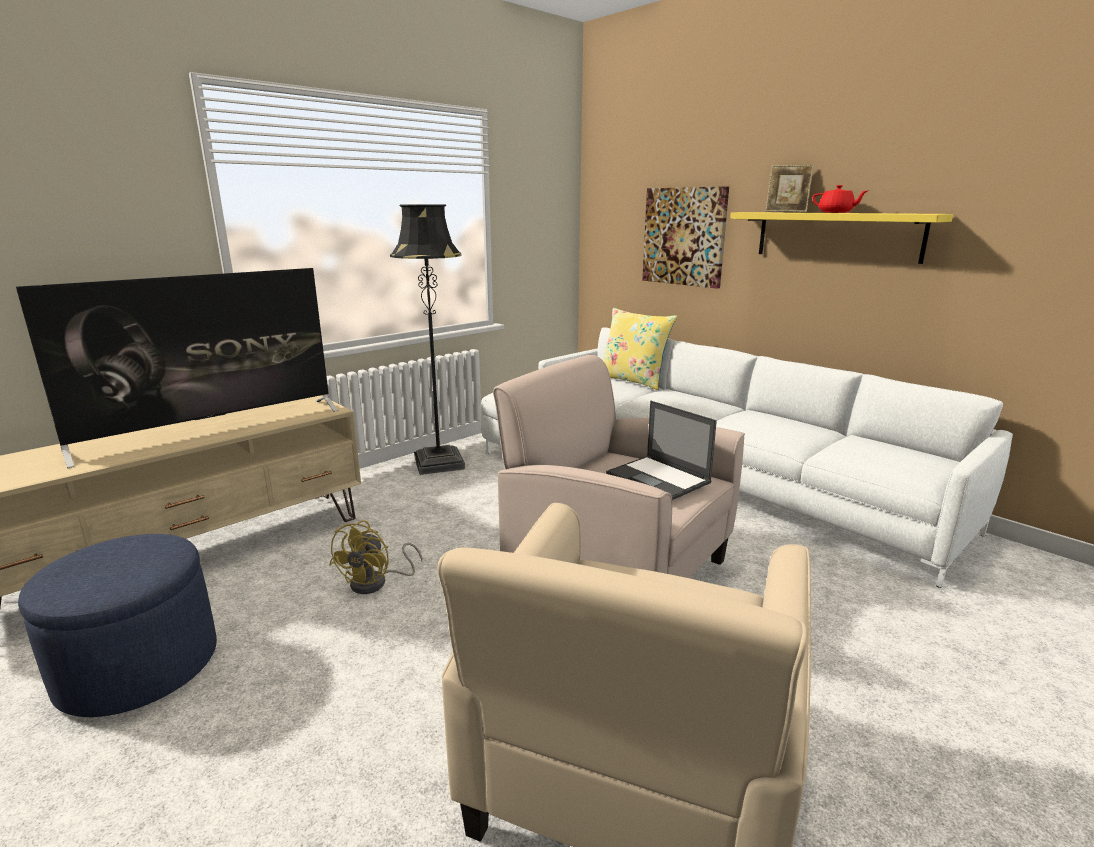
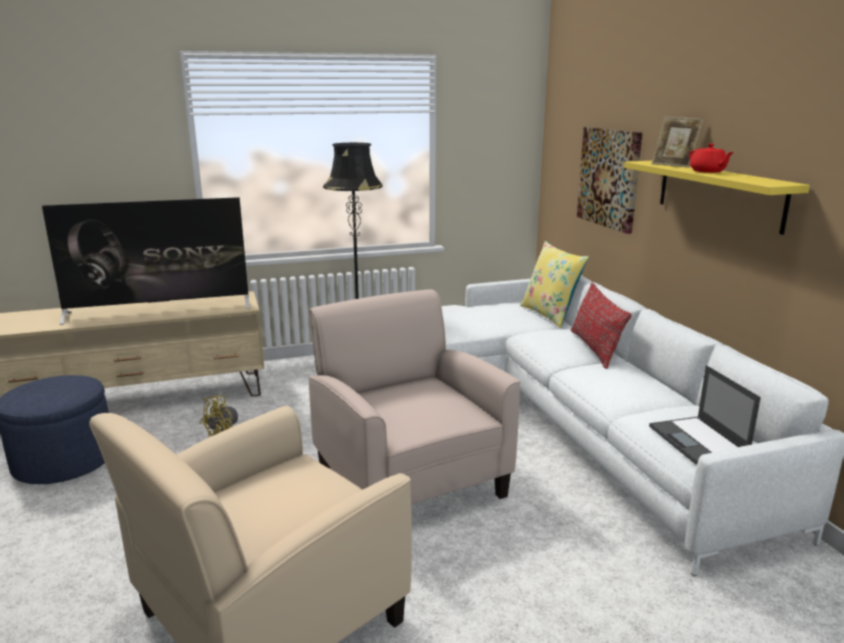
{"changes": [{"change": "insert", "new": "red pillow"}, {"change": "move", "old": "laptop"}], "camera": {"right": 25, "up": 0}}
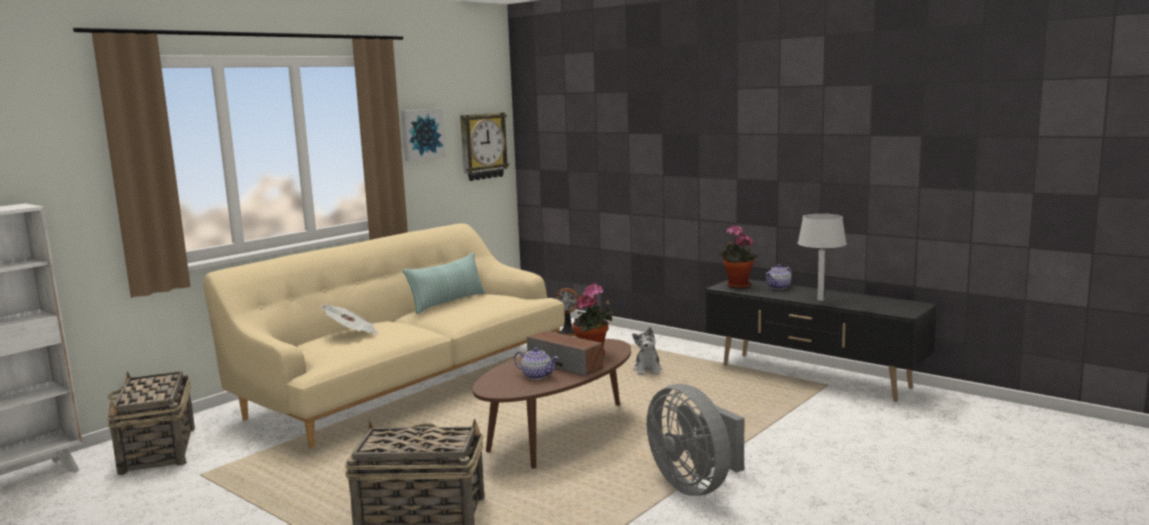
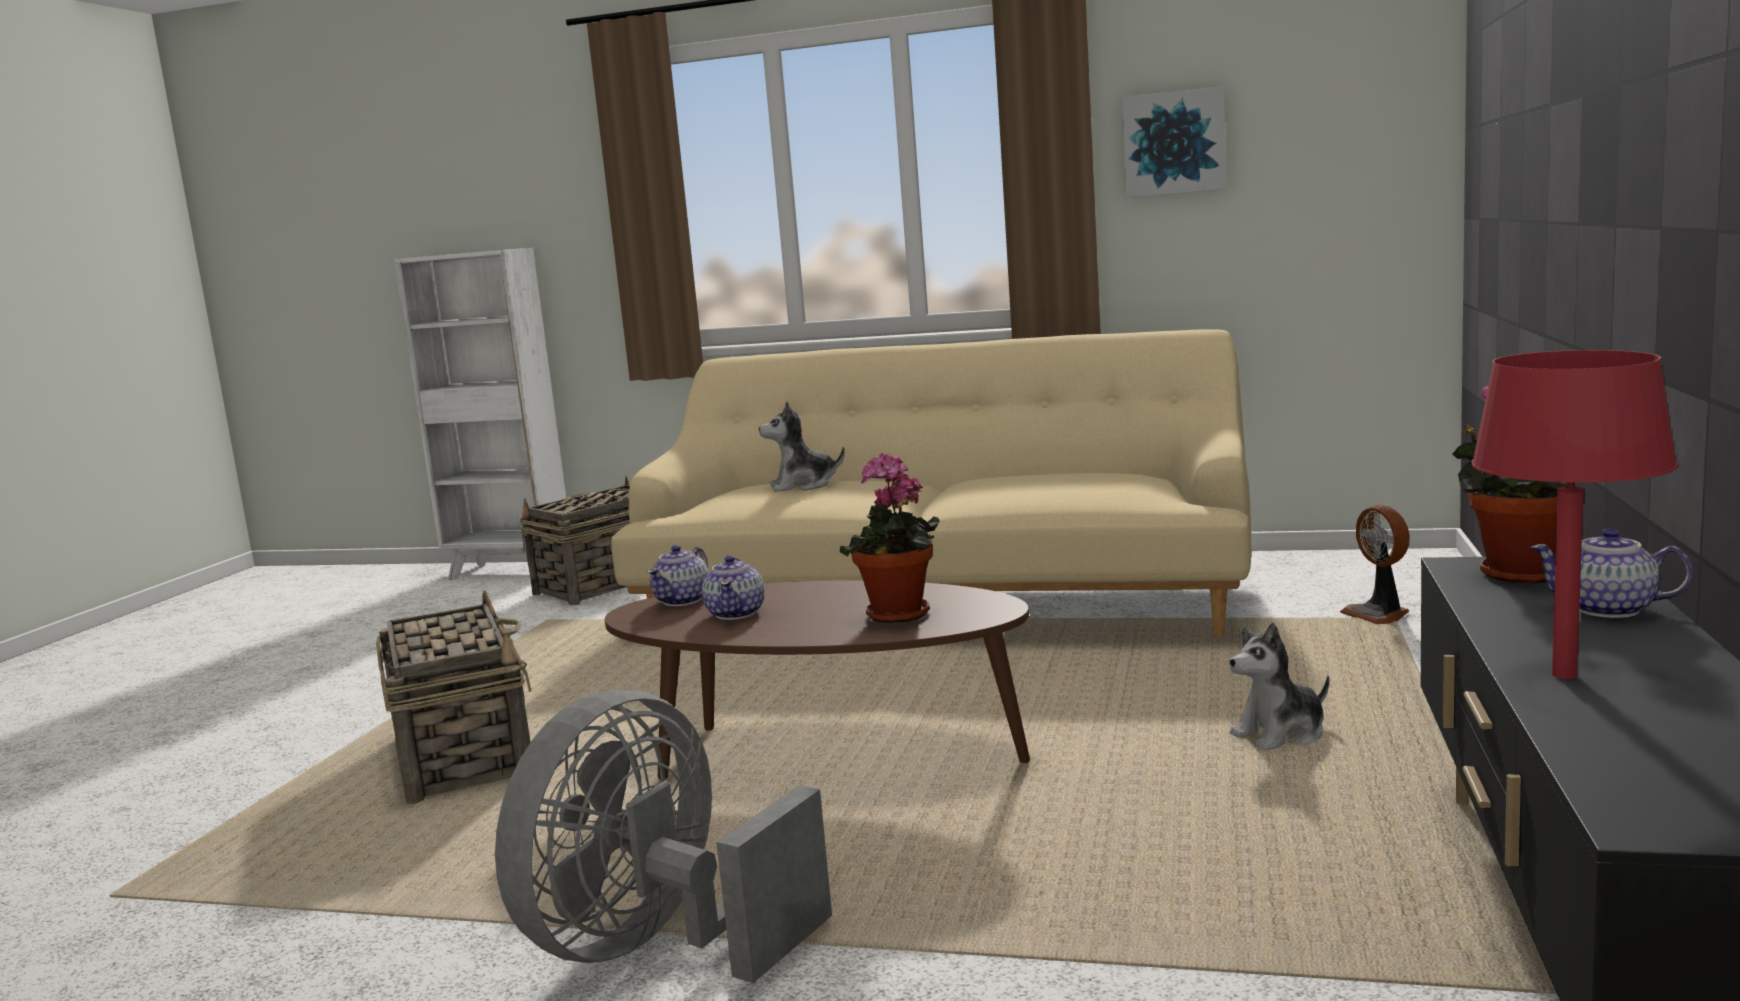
{"changes": [{"change": "insert", "new": "teapot (1st from left)"}, {"change": "replace", "old": "newspaper", "new": "plush toy (1st from left)"}, {"change": "recolor", "old": "grey table lamp", "new": "red table lamp"}, {"change": "delete", "old": "pillow"}, {"change": "delete", "old": "wall clock"}, {"change": "delete", "old": "speaker"}], "camera": {"right": 65, "up": 0}}
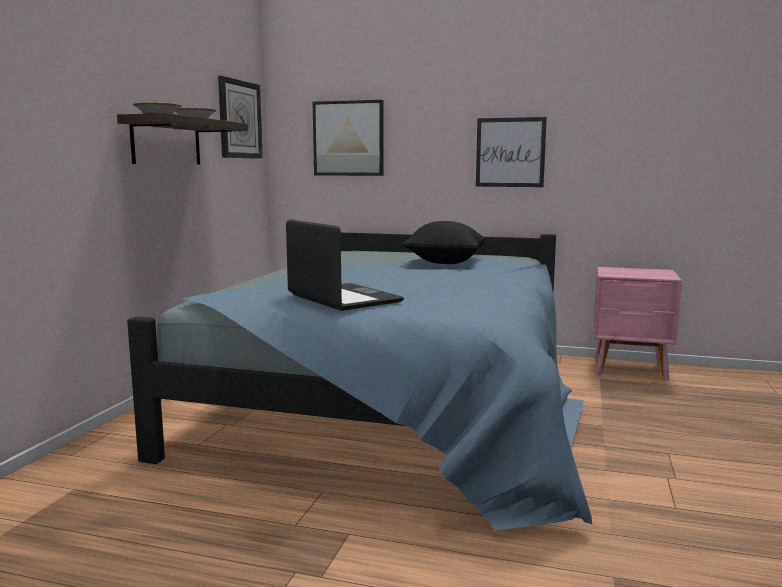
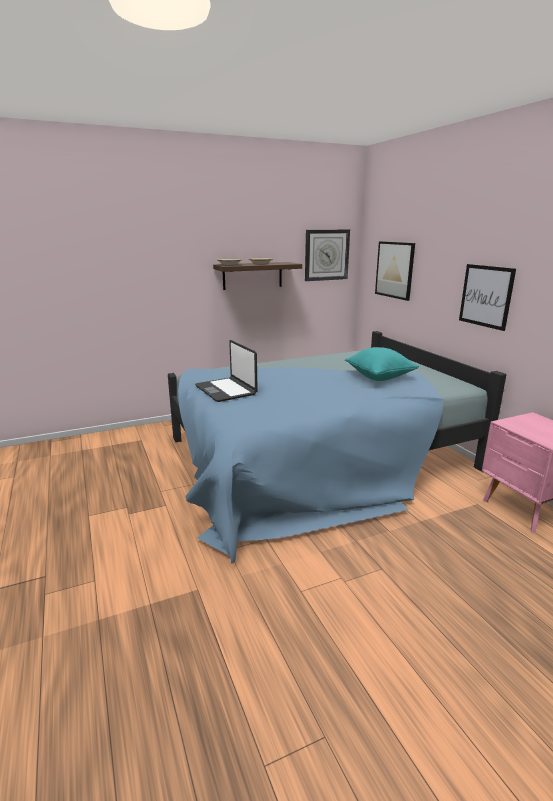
{"changes": [{"change": "rotate", "old": "laptop", "degrees": 135}, {"change": "recolor", "old": "black pillow", "new": "turquoise pillow"}], "camera": {"right": 50, "up": 10}}
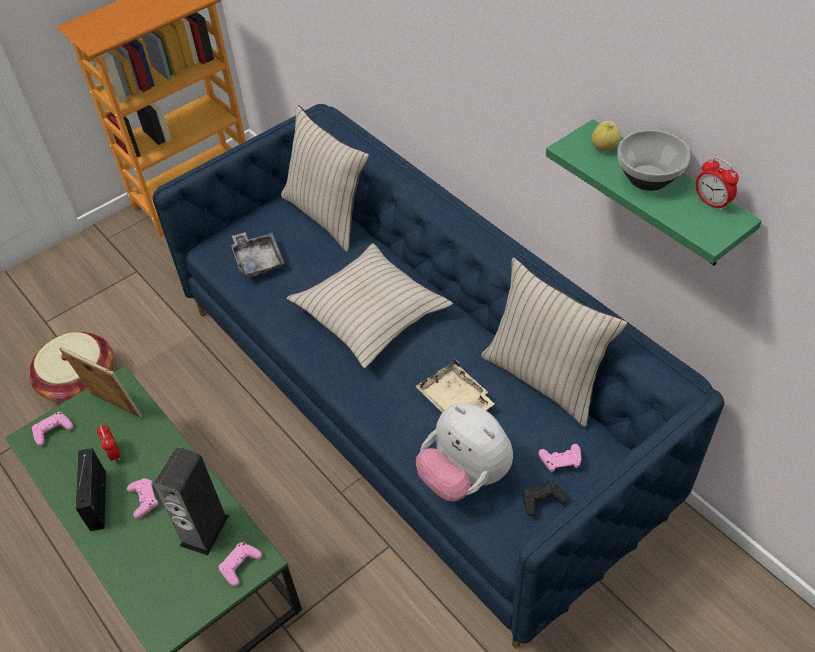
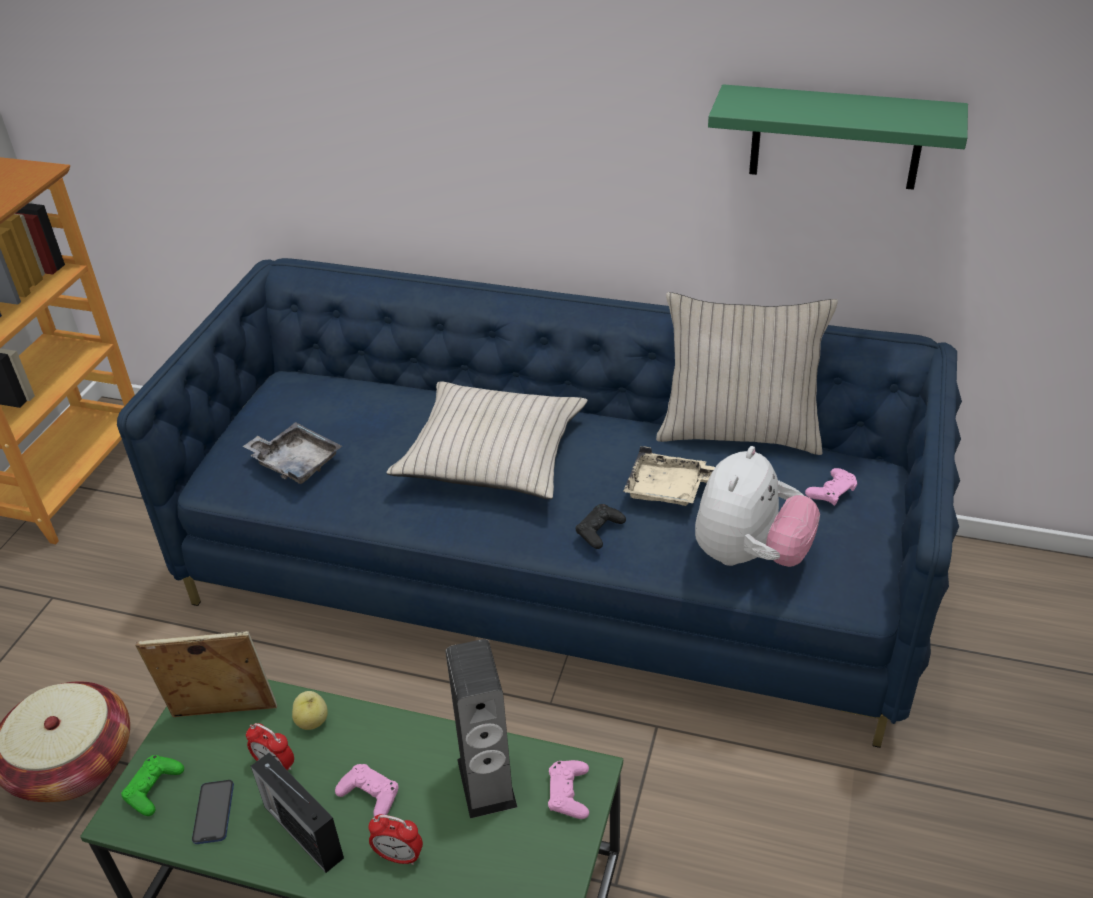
{"changes": [{"change": "recolor", "old": "pink game controller (1st from left)", "new": "green game controller"}, {"change": "insert", "new": "phone"}, {"change": "move", "old": "apple"}, {"change": "move", "old": "alarm clock (2nd from left)"}, {"change": "move", "old": "black game controller"}, {"change": "rotate", "old": "plush toy", "degrees": -75}, {"change": "delete", "old": "beige pillow (1st from left)"}, {"change": "delete", "old": "bowl"}], "camera": {"right": -35, "up": -10}}
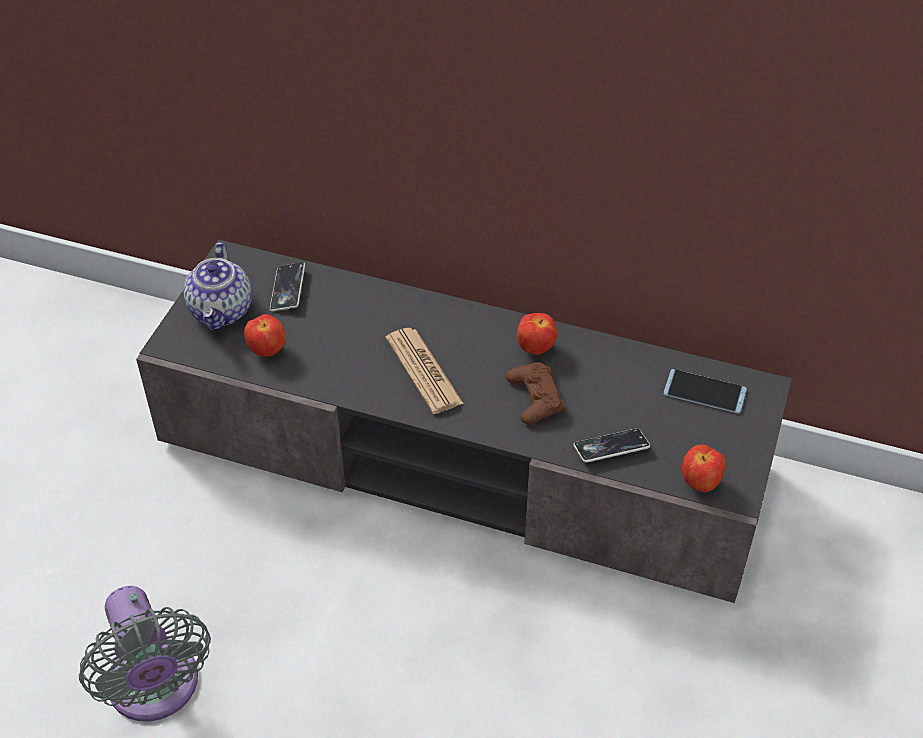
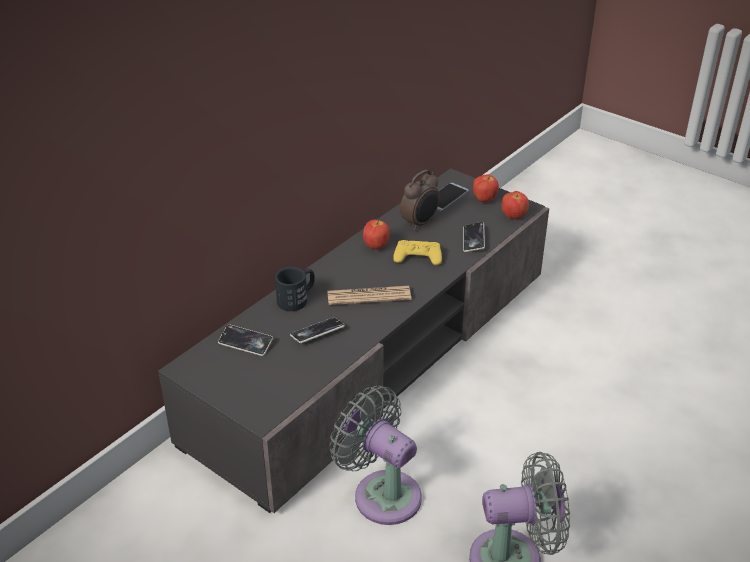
{"changes": [{"change": "insert", "new": "black mug"}, {"change": "insert", "new": "phone (2nd from left)"}, {"change": "insert", "new": "grey fan (1st from left)"}, {"change": "recolor", "old": "brown game controller", "new": "yellow game controller"}, {"change": "insert", "new": "alarm clock"}, {"change": "move", "old": "apple (1st from left in the first image)", "new": "apple (2nd from left)"}, {"change": "delete", "old": "teapot"}], "camera": {"right": -70, "up": -10}}
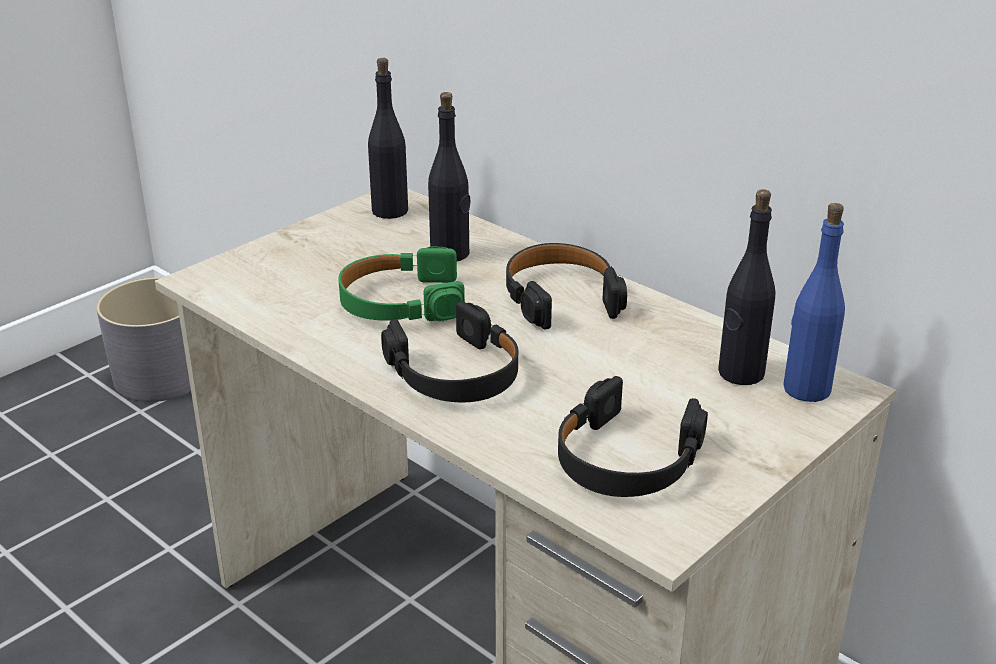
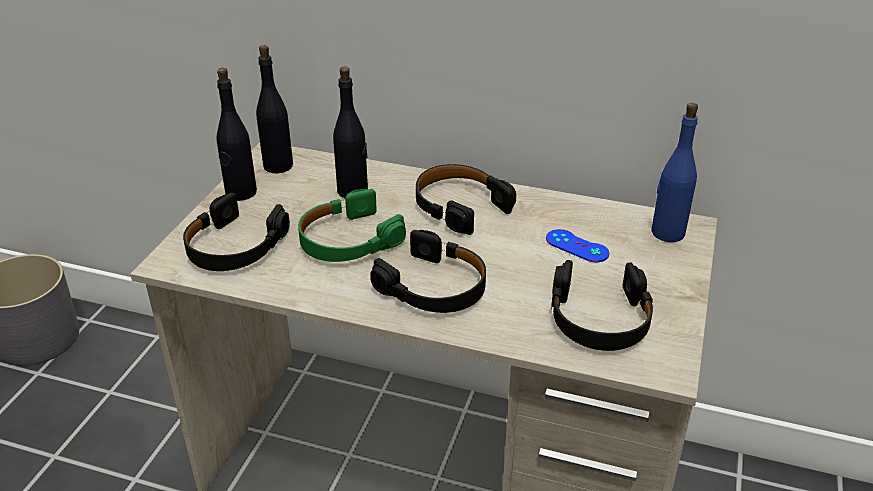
{"changes": [{"change": "insert", "new": "black headphones (1st from left)"}, {"change": "move", "old": "black bottle (3rd from left in the first image)", "new": "black bottle (1st from left)"}, {"change": "insert", "new": "blue game controller"}], "camera": {"right": -25, "up": 5}}
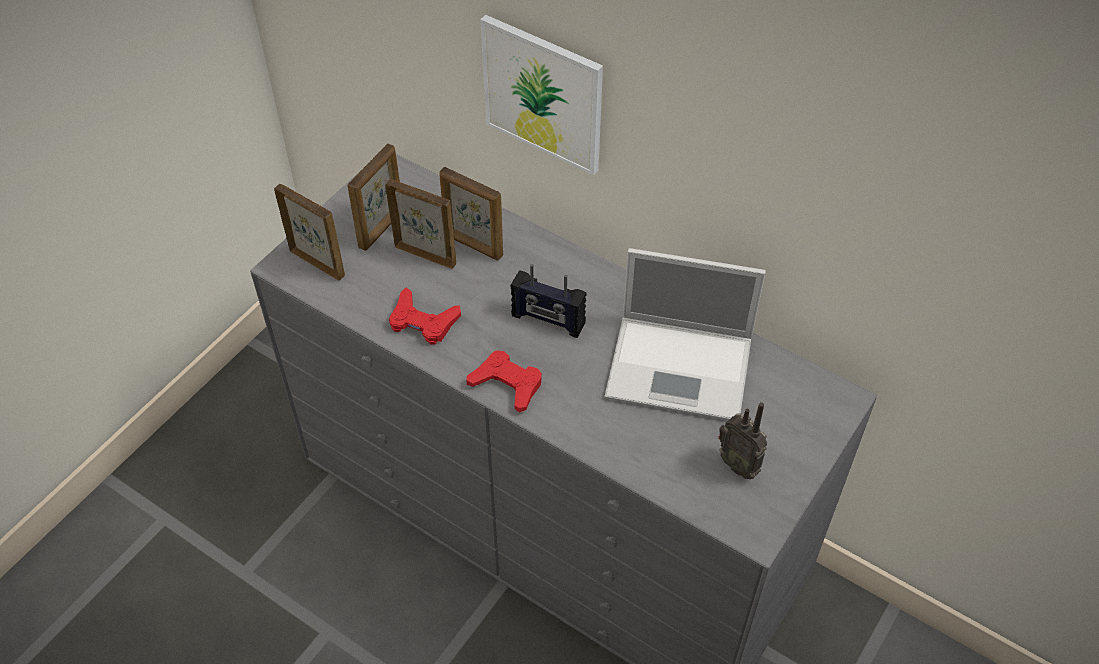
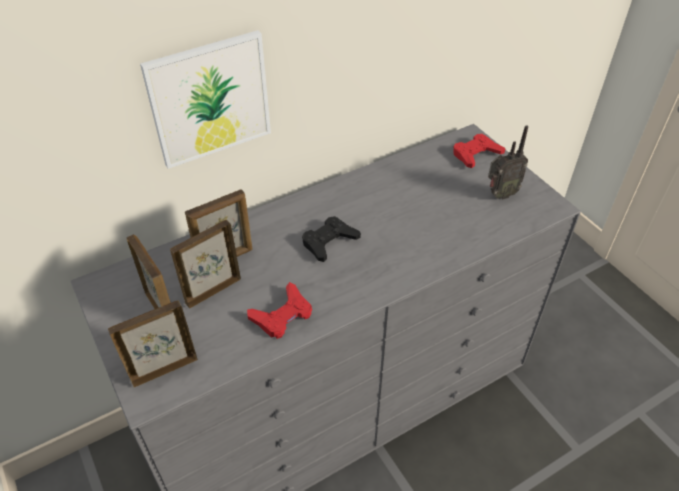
{"changes": [{"change": "replace", "old": "radio (1st from left)", "new": "black game controller"}, {"change": "move", "old": "red game controller (2nd from left)"}, {"change": "delete", "old": "laptop"}], "camera": {"right": -65, "up": -5}}
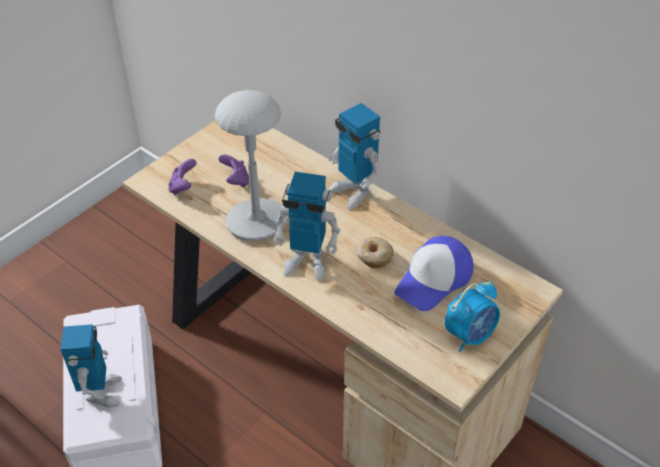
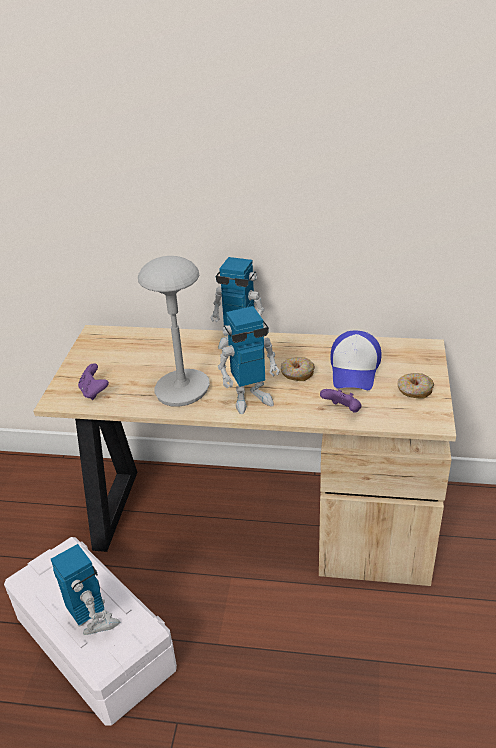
{"changes": [{"change": "move", "old": "purple game controller (2nd from left)"}, {"change": "replace", "old": "alarm clock", "new": "donut (2nd from left)"}], "camera": {"right": -30, "up": -10}}
